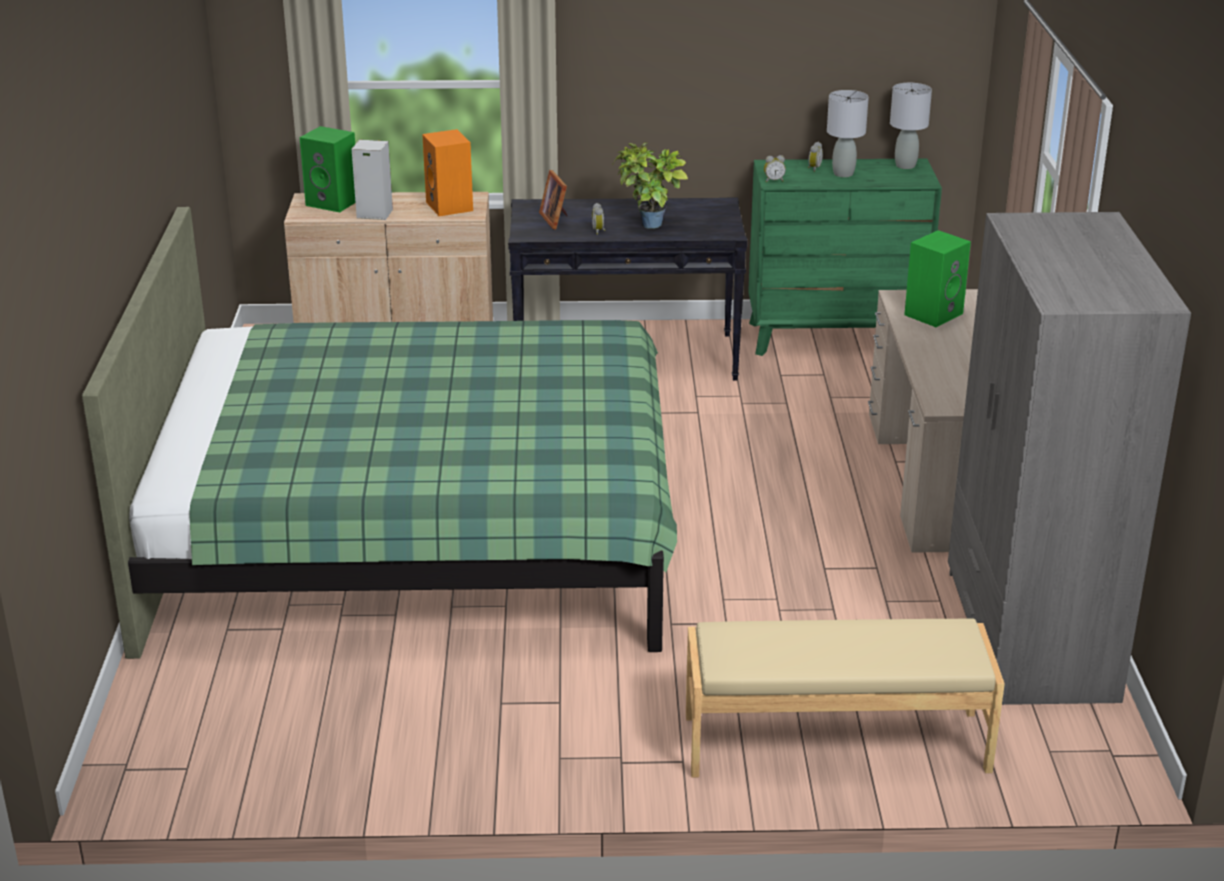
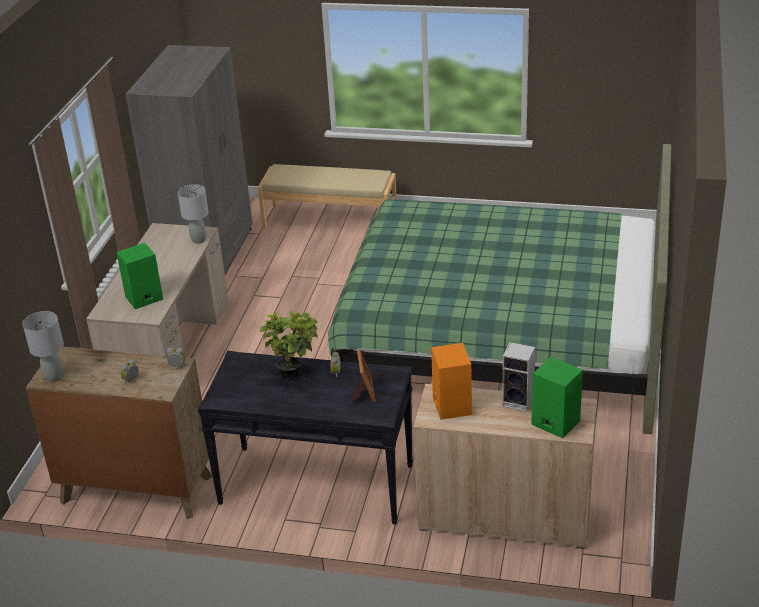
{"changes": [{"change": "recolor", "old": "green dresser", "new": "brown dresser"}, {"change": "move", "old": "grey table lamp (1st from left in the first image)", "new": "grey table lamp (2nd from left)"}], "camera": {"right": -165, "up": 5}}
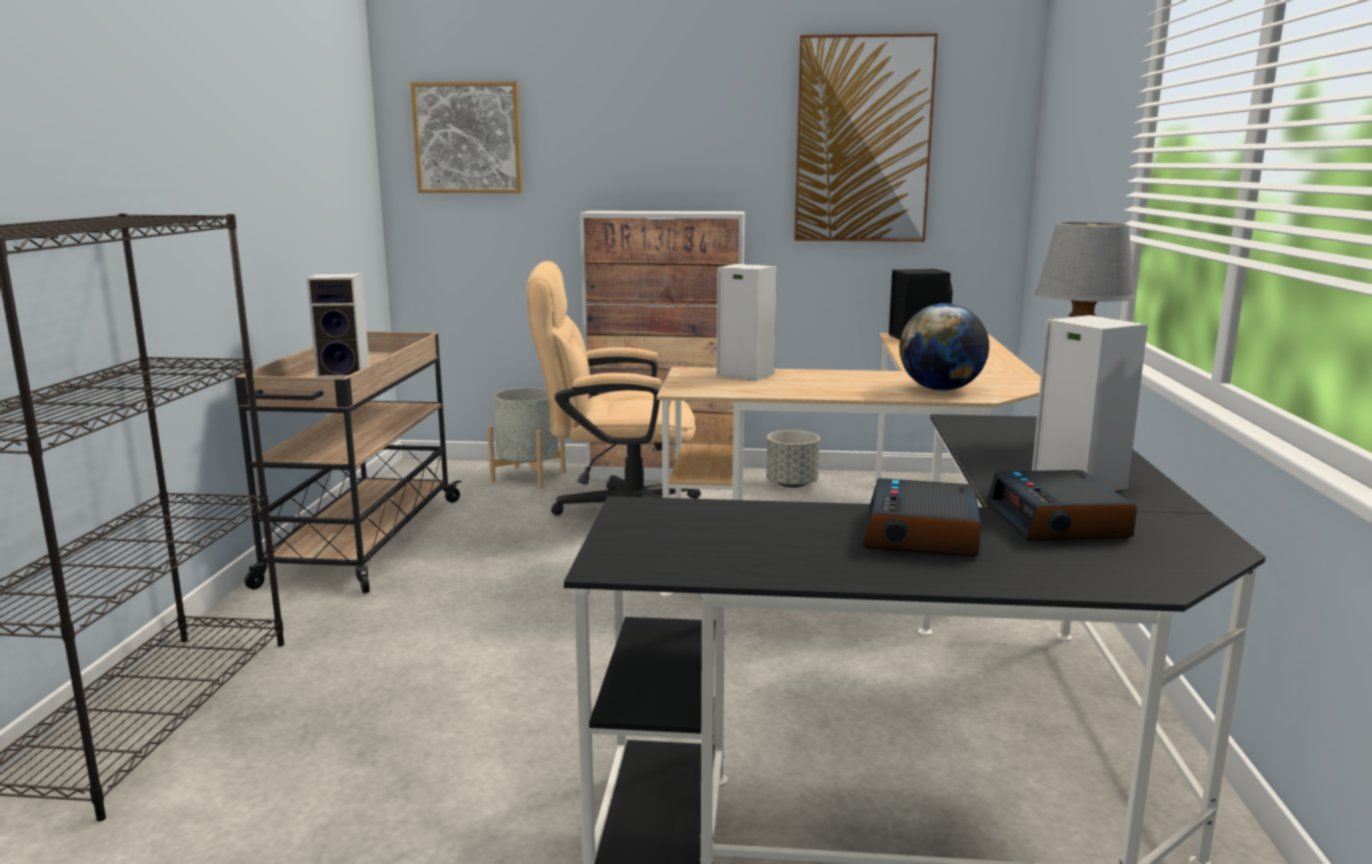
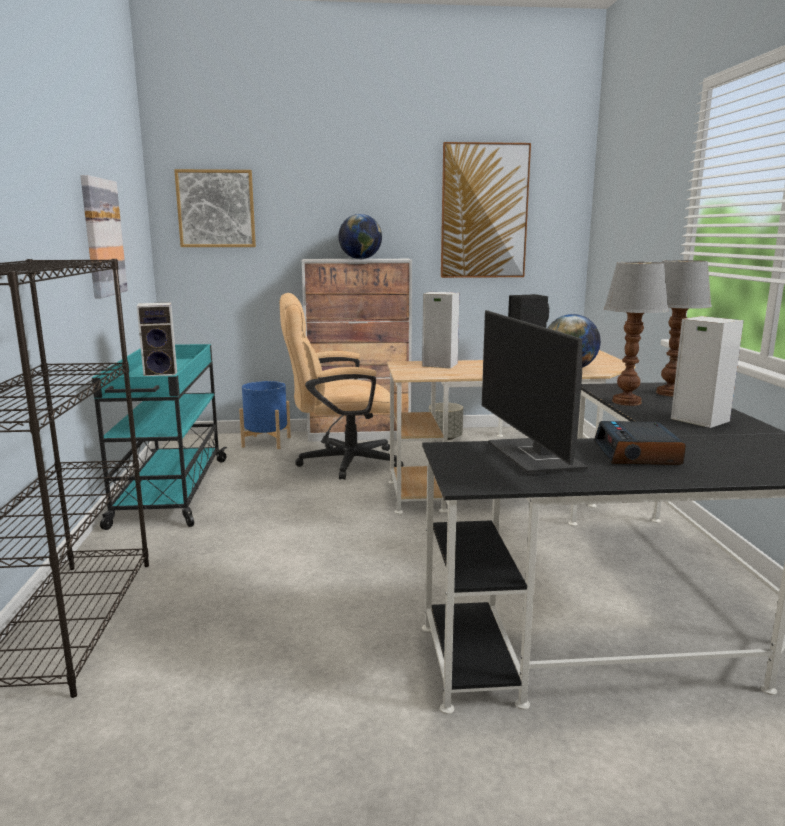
{"changes": [{"change": "insert", "new": "picture (1st from left)"}, {"change": "recolor", "old": "beige cart", "new": "turquoise cart"}, {"change": "recolor", "old": "grey planter (1st from left)", "new": "blue planter"}, {"change": "insert", "new": "globe (1st from left)"}, {"change": "insert", "new": "monitor"}, {"change": "insert", "new": "table lamp (1st from left)"}, {"change": "delete", "old": "alarm clock (2nd from left)"}], "camera": {"right": -10, "up": 0}}
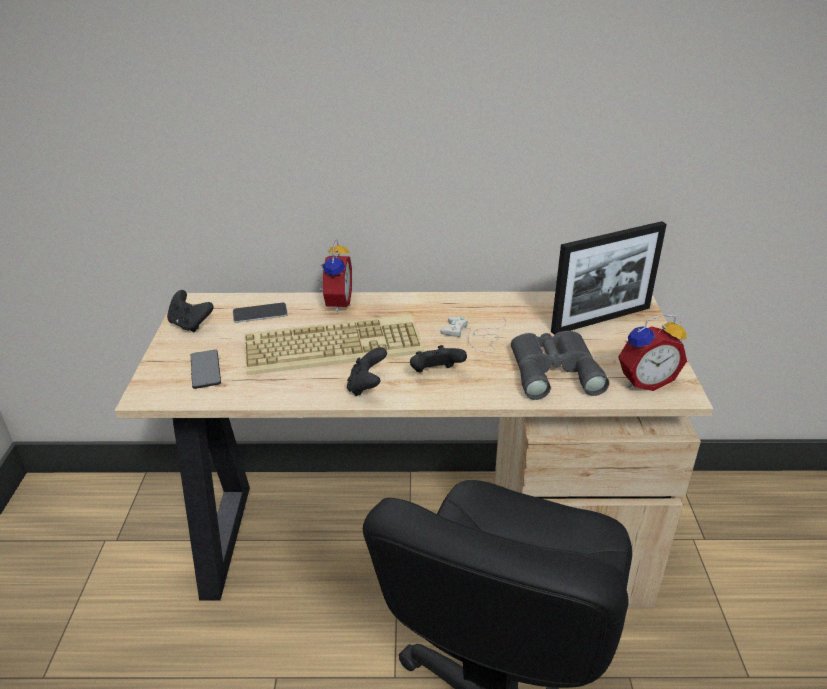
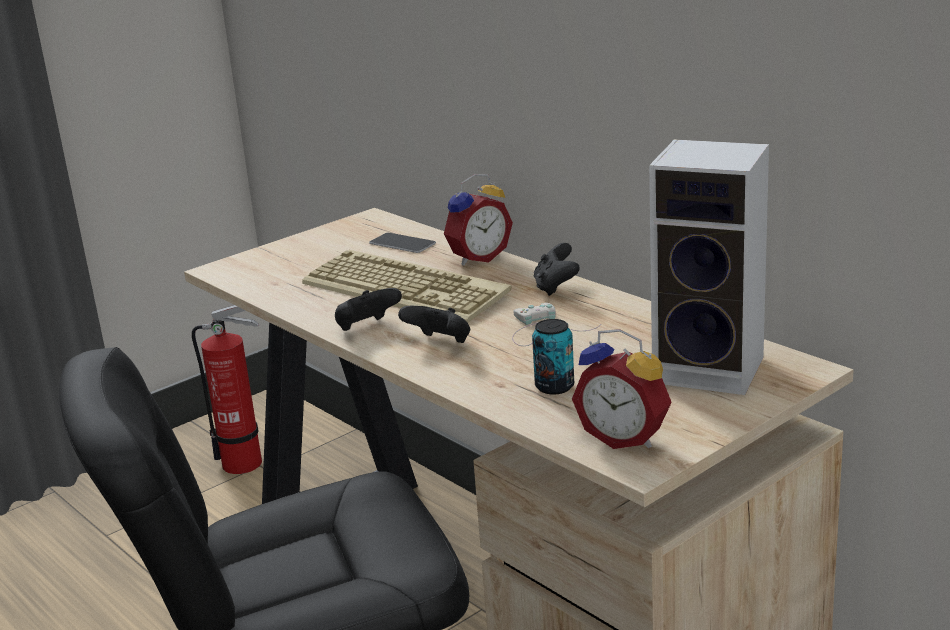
{"changes": [{"change": "insert", "new": "fire extinguisher"}, {"change": "replace", "old": "grey binoculars", "new": "can"}, {"change": "move", "old": "black game controller (1st from left in the first image)", "new": "black game controller (3rd from left)"}, {"change": "replace", "old": "picture frame", "new": "speaker"}, {"change": "delete", "old": "phone (1st from left)"}], "camera": {"right": 50, "up": -10}}
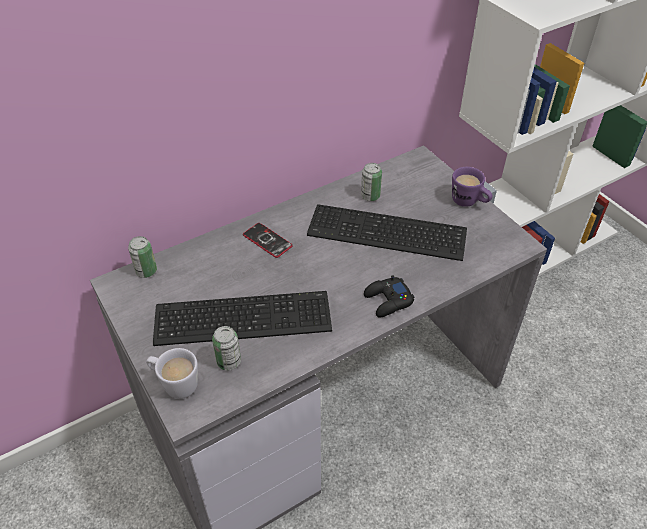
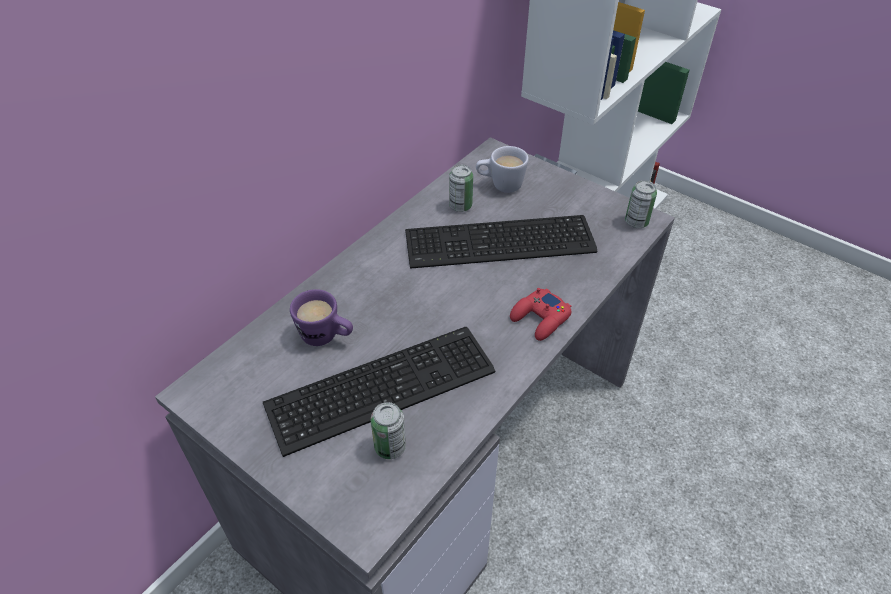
{"changes": [{"change": "move", "old": "purple mug"}, {"change": "move", "old": "white mug"}, {"change": "recolor", "old": "black game controller", "new": "red game controller"}, {"change": "move", "old": "can (1st from left in the first image)", "new": "can (3rd from left)"}, {"change": "delete", "old": "phone"}], "camera": {"right": -20, "up": 0}}
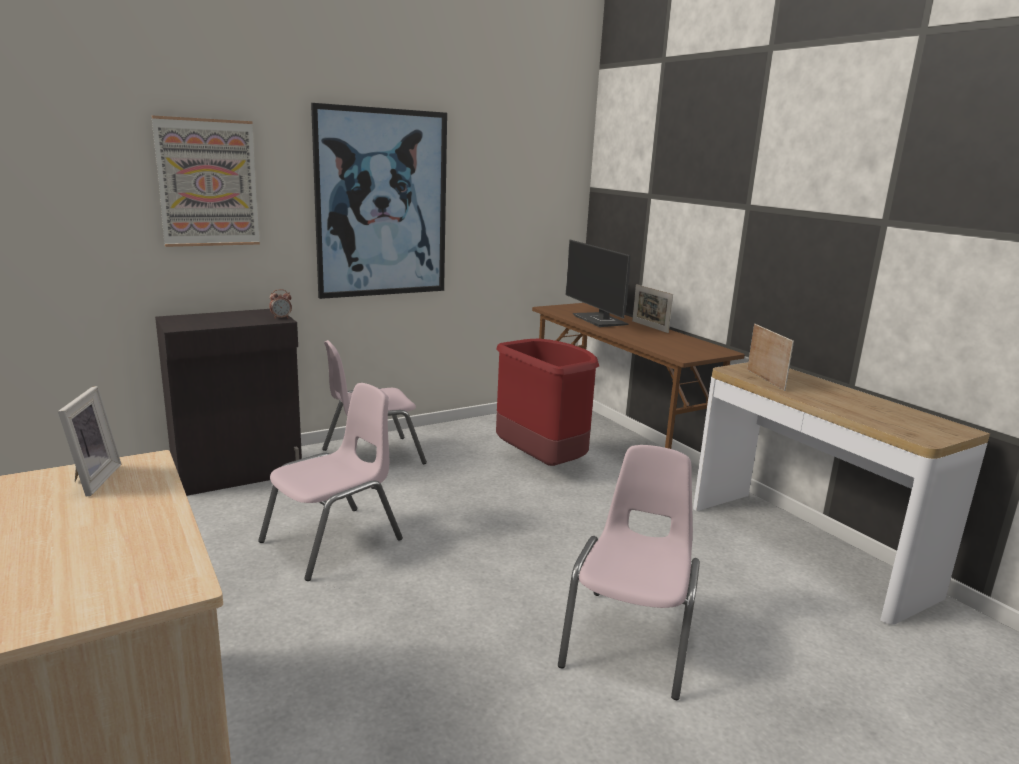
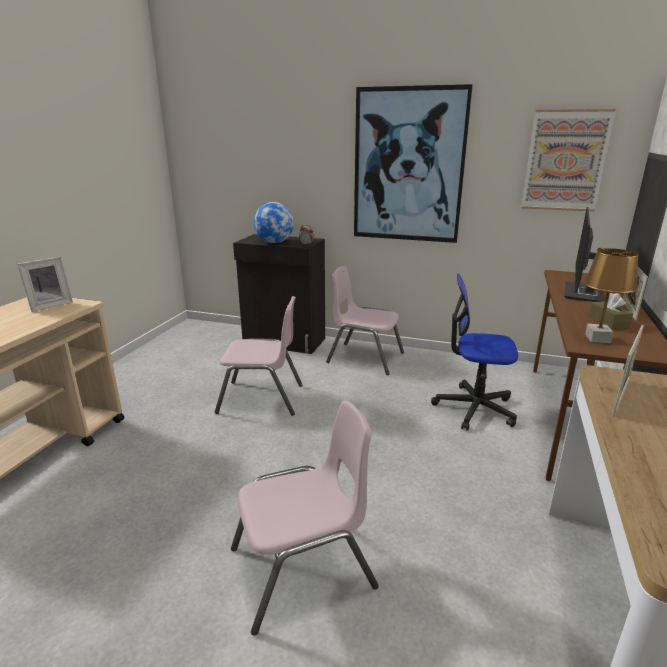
{"changes": [{"change": "insert", "new": "globe"}, {"change": "replace", "old": "red trash can", "new": "office chair"}, {"change": "move", "old": "picture (1st from left in the first image)", "new": "picture (2nd from left)"}, {"change": "insert", "new": "brown table lamp"}, {"change": "insert", "new": "brown tissue box"}], "camera": {"right": 50, "up": 5}}
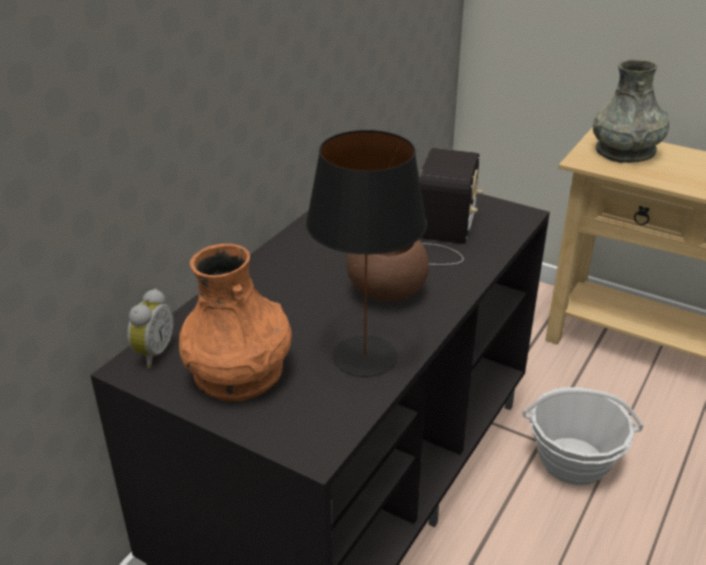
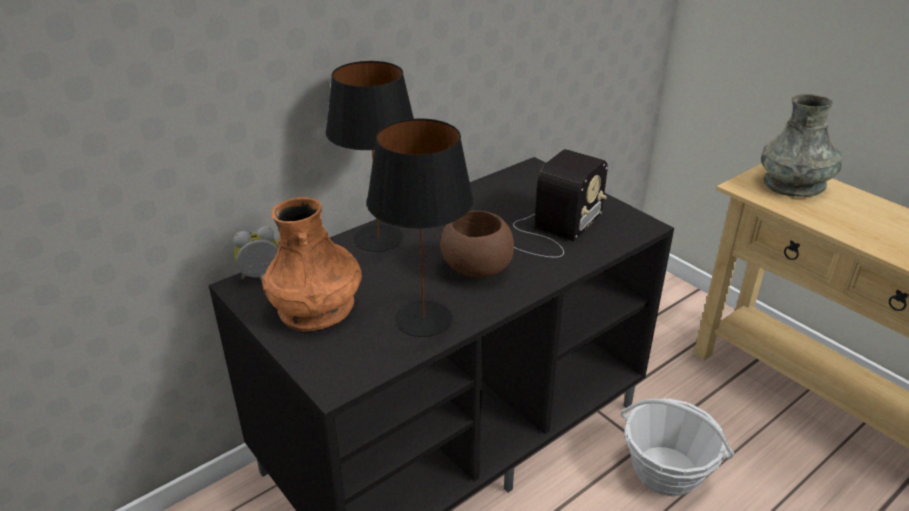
{"changes": [{"change": "rotate", "old": "alarm clock", "degrees": -150}, {"change": "insert", "new": "black table lamp (1st from left)"}], "camera": {"right": 20, "up": 0}}
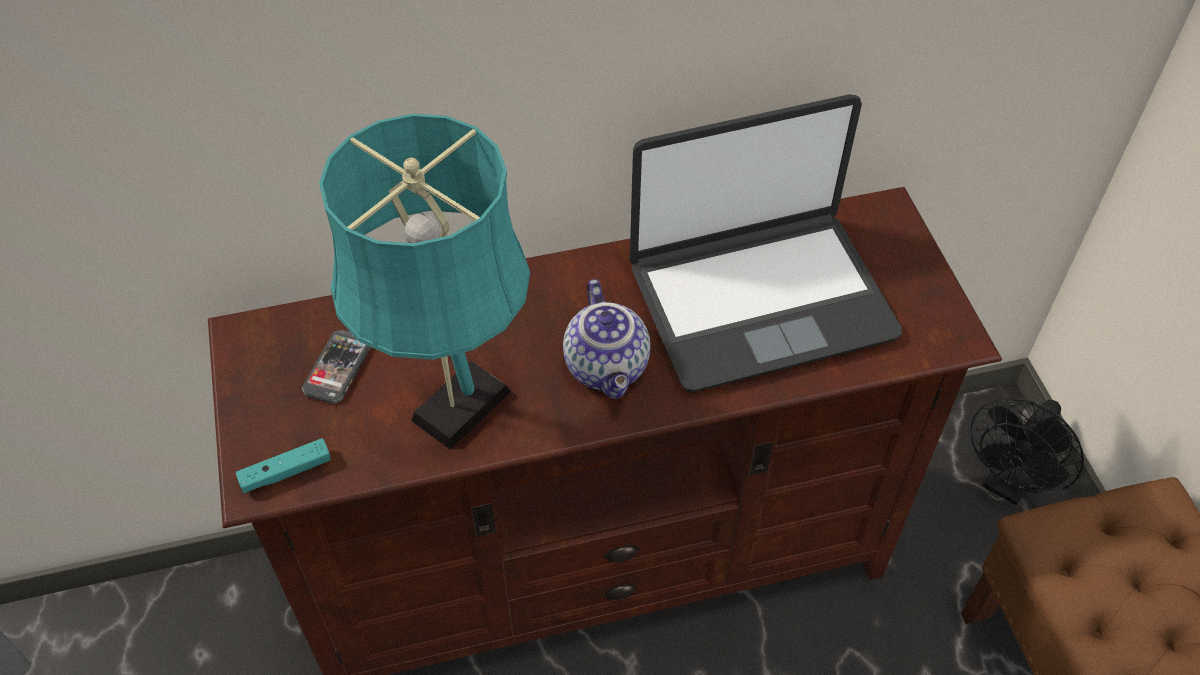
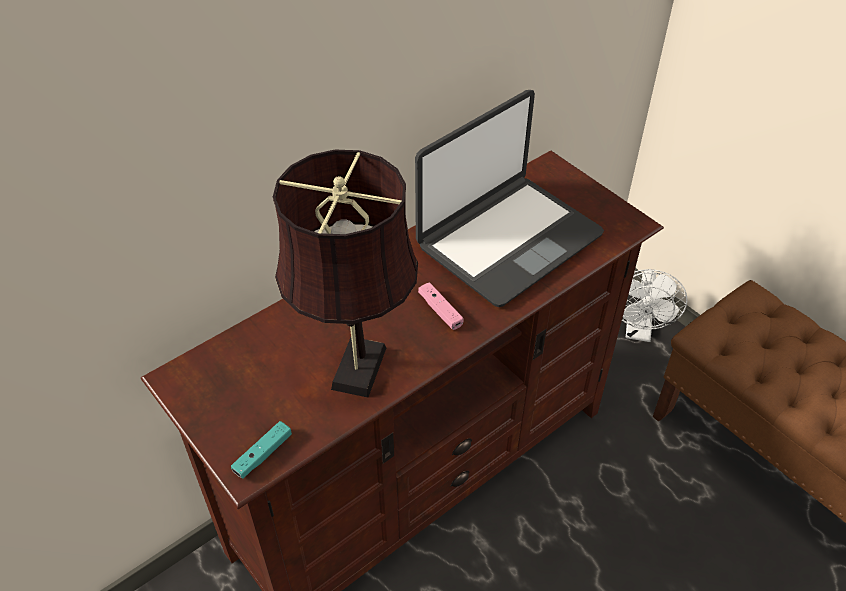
{"changes": [{"change": "recolor", "old": "turquoise table lamp", "new": "brown table lamp"}, {"change": "replace", "old": "teapot", "new": "pink game controller"}, {"change": "recolor", "old": "black fan", "new": "white fan"}, {"change": "delete", "old": "phone"}], "camera": {"right": -25, "up": -5}}
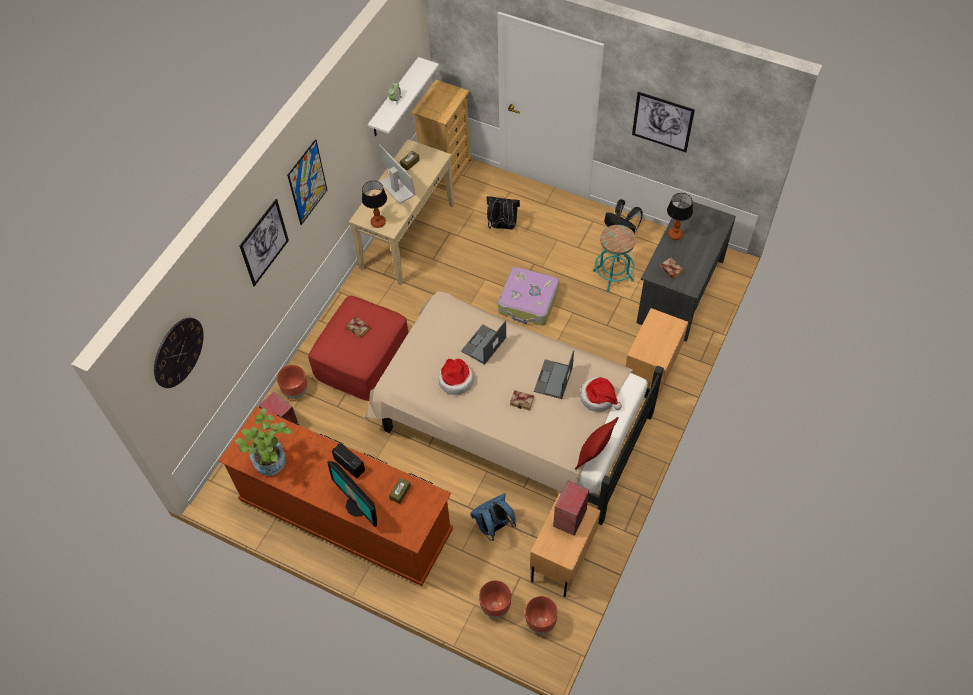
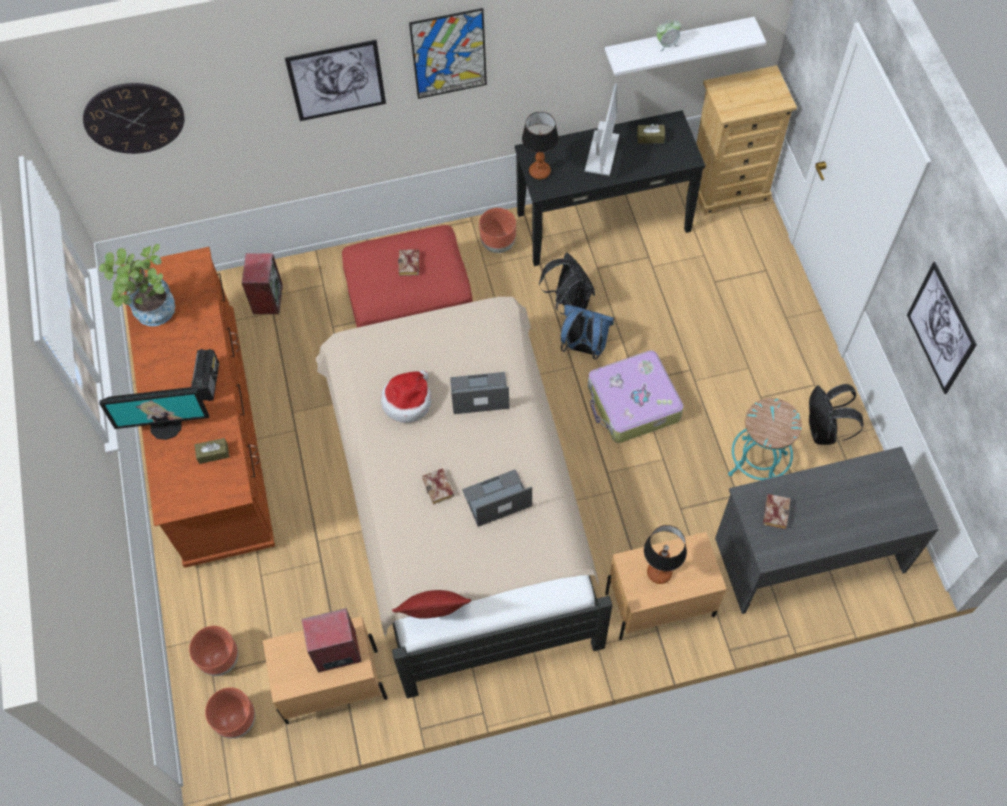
{"changes": [{"change": "rotate", "old": "monitor (1st from left)", "degrees": -105}, {"change": "move", "old": "brown planter (1st from left in the first image)", "new": "brown planter (3rd from left)"}, {"change": "recolor", "old": "beige console table", "new": "black console table"}, {"change": "move", "old": "black backpack (1st from left)"}, {"change": "move", "old": "blue backpack"}, {"change": "move", "old": "table lamp (2nd from left)"}, {"change": "delete", "old": "hat (2nd from left)"}], "camera": {"right": 50, "up": 5}}
